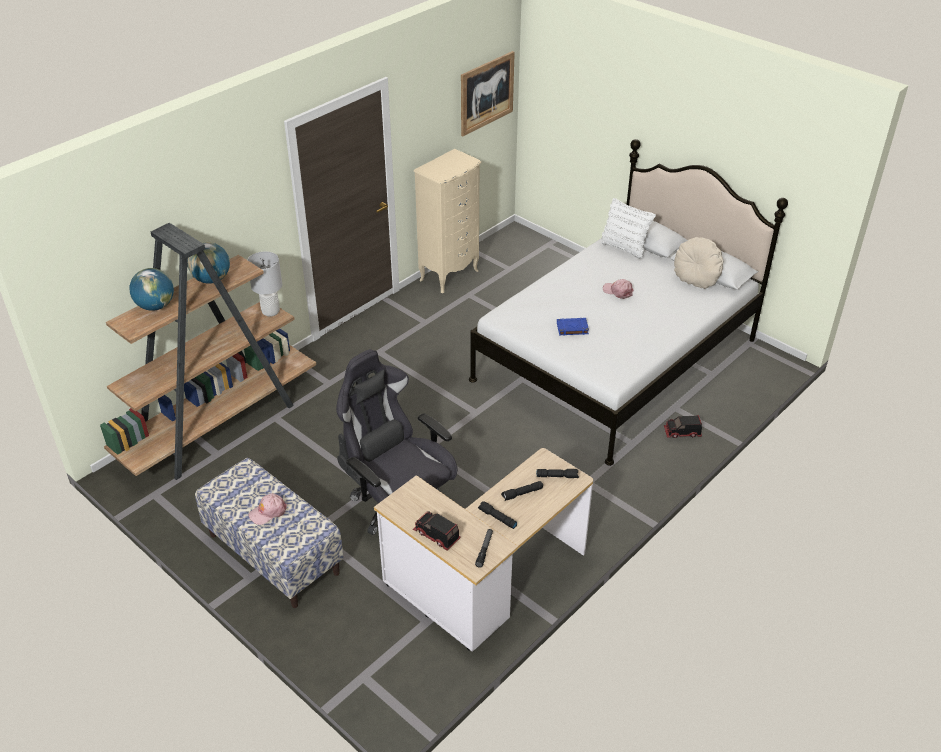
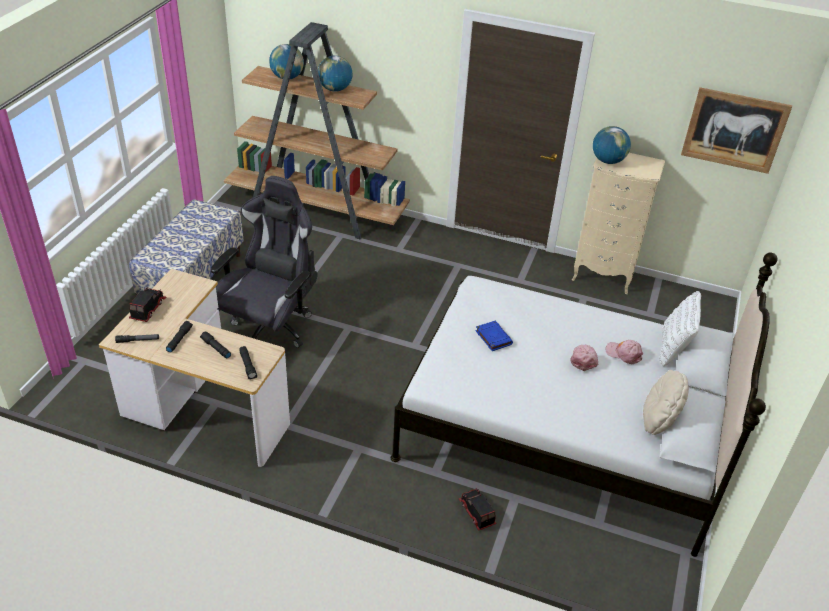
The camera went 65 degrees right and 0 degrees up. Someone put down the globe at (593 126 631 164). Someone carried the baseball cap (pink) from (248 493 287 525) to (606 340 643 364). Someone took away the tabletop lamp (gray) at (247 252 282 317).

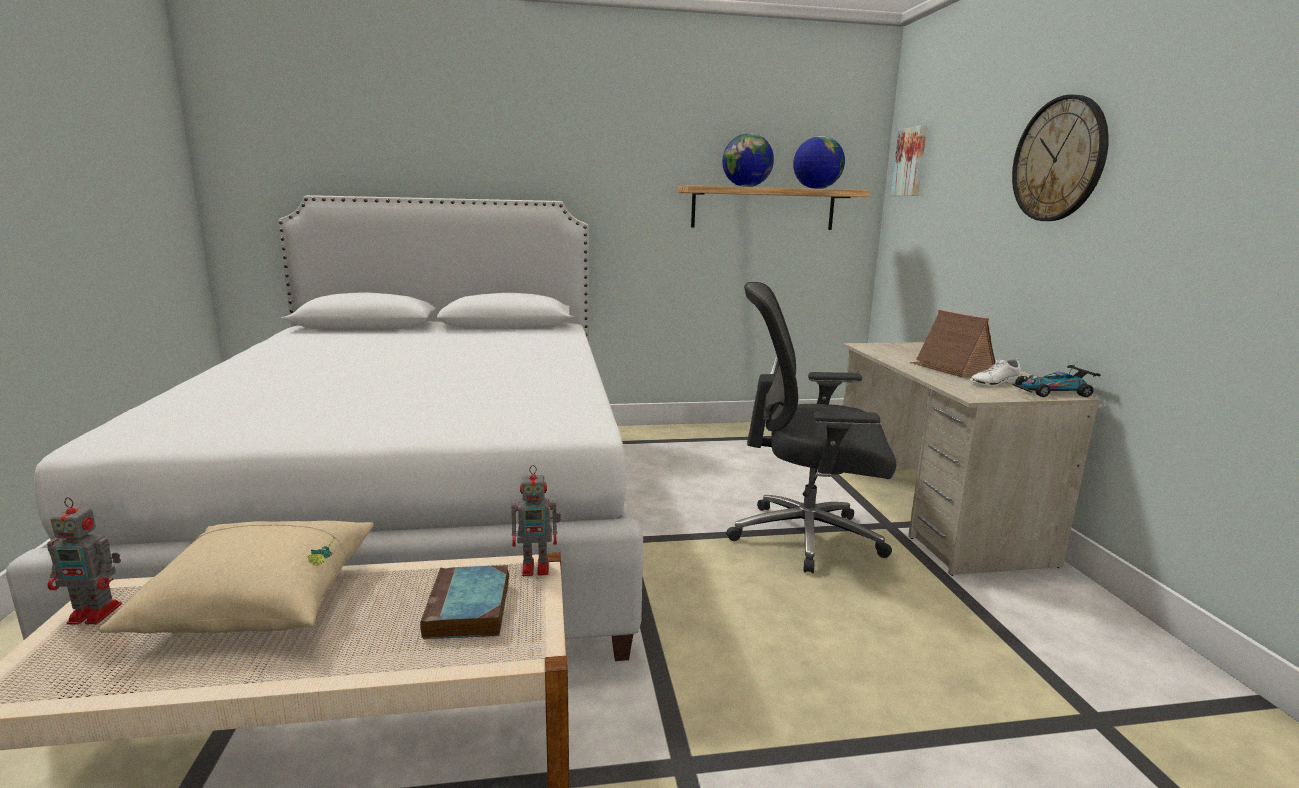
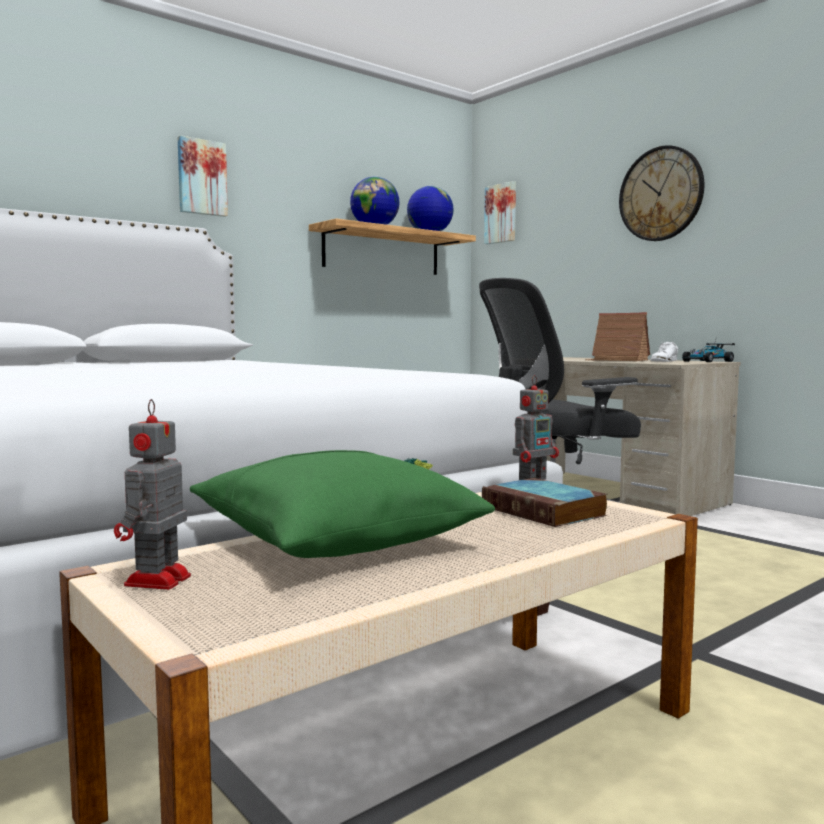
The camera went 30 degrees left and 10 degrees down. Someone rotated the toy robot at (47 497 122 625) by 135 degrees clockwise. Someone put up the wall picture at (178 135 228 217). Someone repainted the cushion (sand-coloured) at (99 521 374 633), which became the cushion (green) at (190 450 495 558).

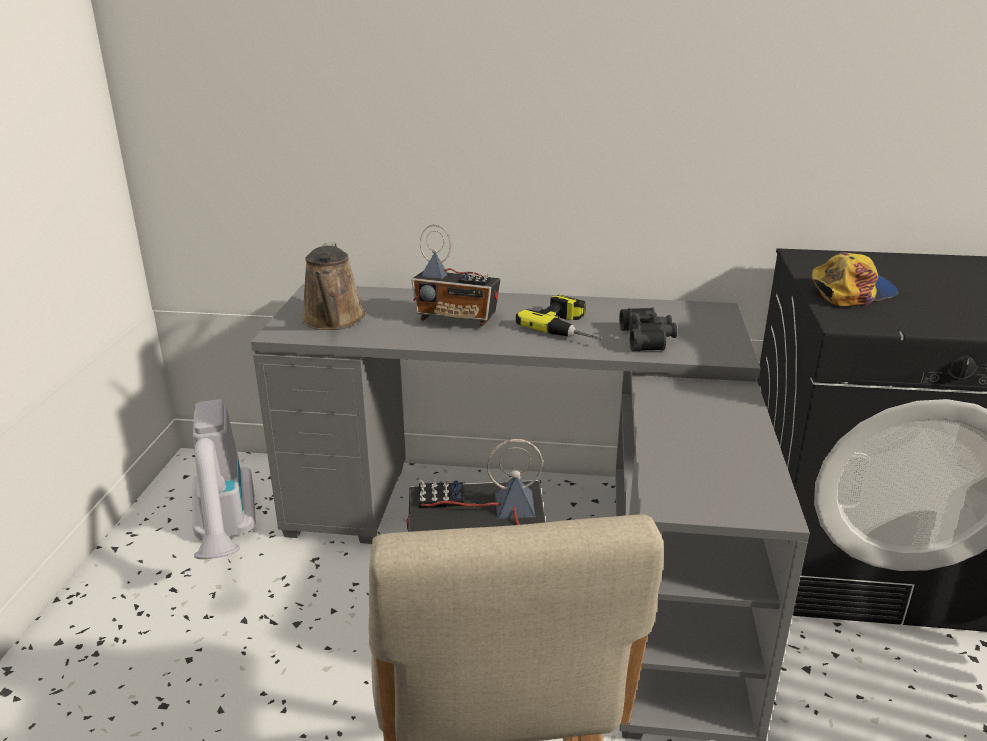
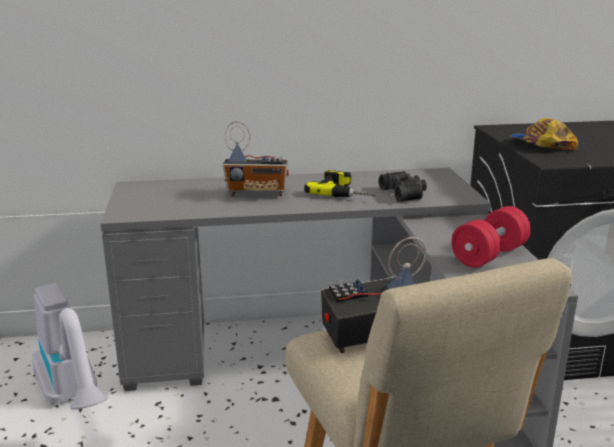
The camera went 15 degrees left and 5 degrees down. Someone put down the hand weight (red) at (451 206 531 268). Someone rotated the baseball cap at (812 252 898 306) by 75 degrees counterclockwise. Someone took away the sprinkling can (brown-coloured) at (301 242 365 330).

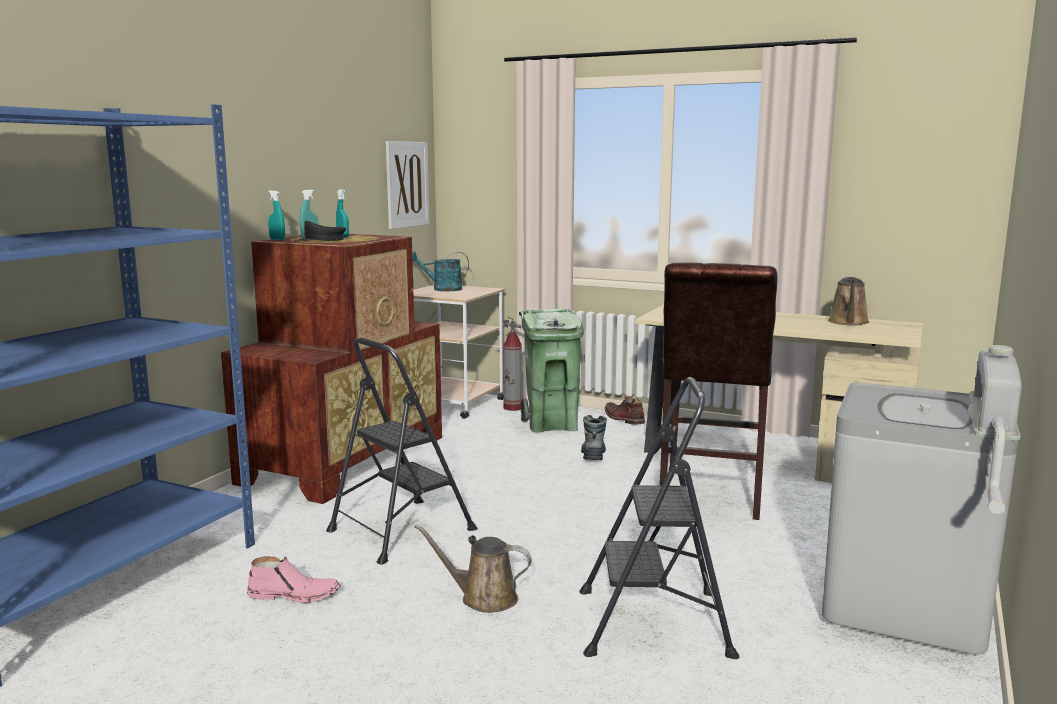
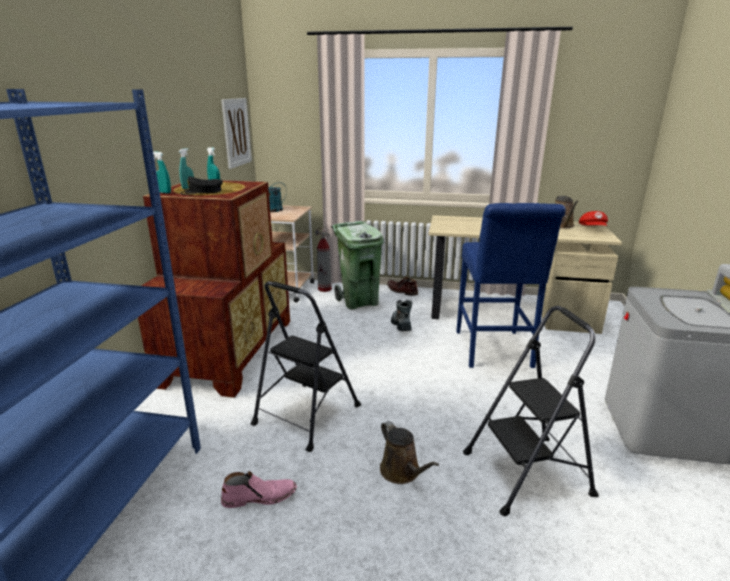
The camera went 15 degrees left and 10 degrees up. Someone rotated the sprinkling can (brown-coloured) at (414 524 532 613) by 120 degrees counterclockwise. Someone repainted the stool (brown-coloured) at (660 262 778 520), which became the stool (blue-coloured) at (456 203 566 368). Someone put down the baseball cap (red) at (579 211 608 226).

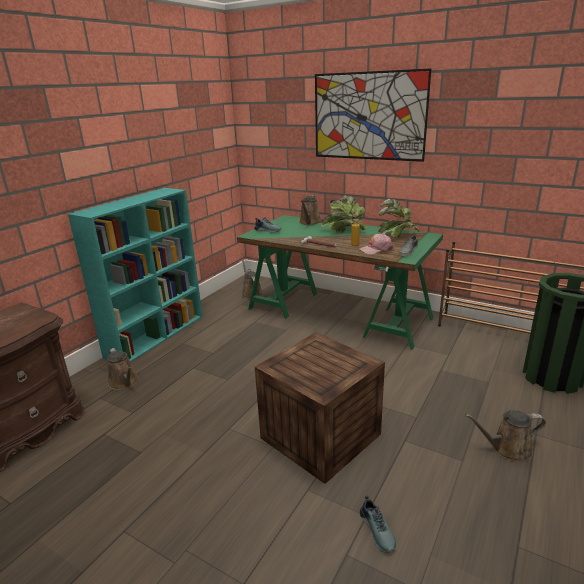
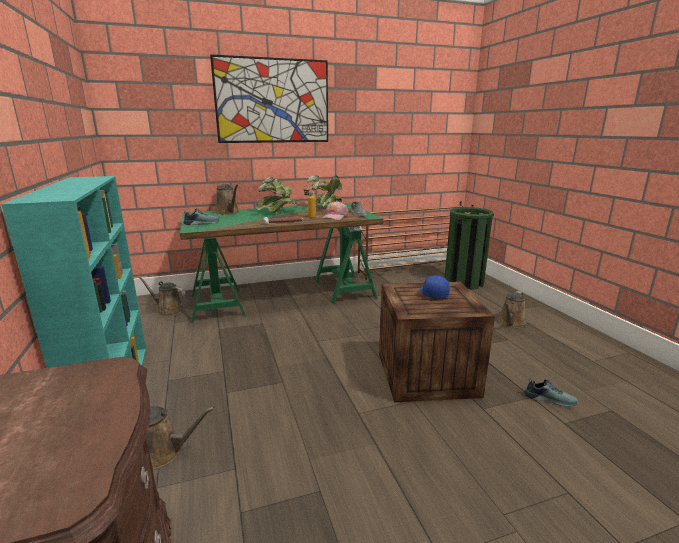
The camera went 50 degrees left and 5 degrees down. Someone put down the baseball cap (blue-coloured) at (420 275 450 298).

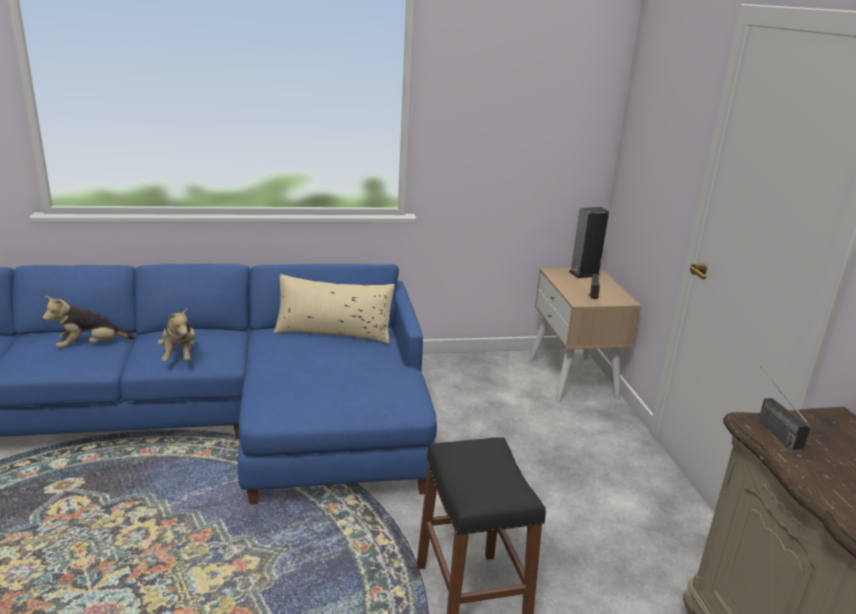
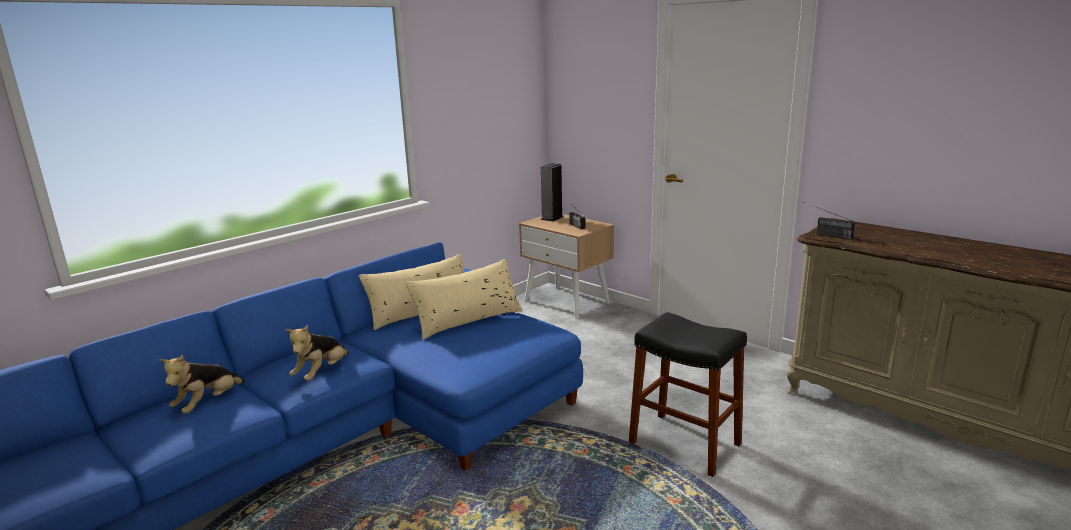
The camera went 35 degrees left and 5 degrees down. Someone rotated the soft toy at (158 307 195 361) by 75 degrees clockwise. Someone put down the cushion (sand-coloured) at (405 259 523 340).

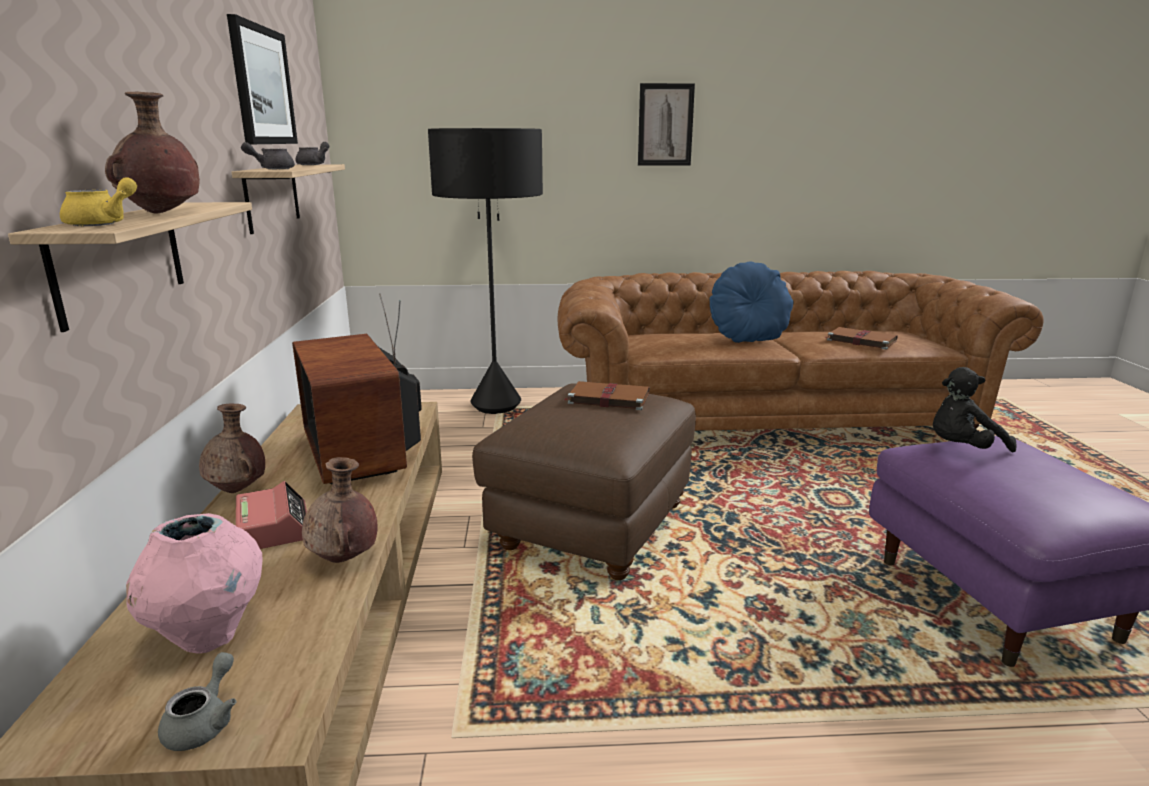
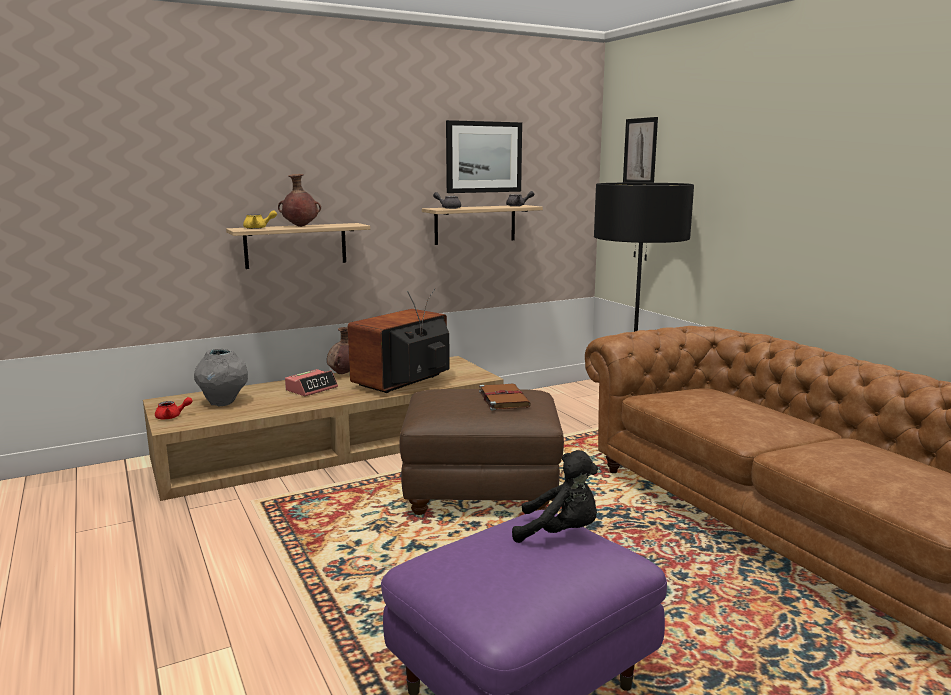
The camera went 65 degrees right and 5 degrees down. Someone repainted the tea pot (gray) at (158 652 236 751), which became the tea pot (red) at (155 397 192 419). Someone repainted the vase (pink) at (126 513 263 653), which became the vase (gray) at (194 349 248 406). Someone rotated the soft toy (black) at (933 367 1017 452) by 150 degrees clockwise. Someone carried the wall picture from (638 83 695 166) to (623 117 658 183). Someone took away the vase (brown-coloured) at (302 457 378 563). Someone took away the cushion (blue-coloured) at (710 262 794 343). Someone took away the book (brown-coloured) at (826 327 898 350).

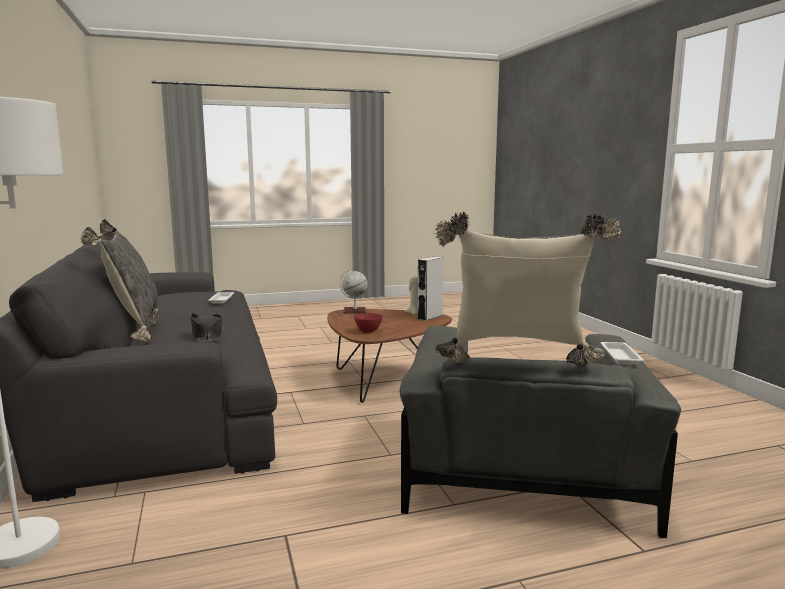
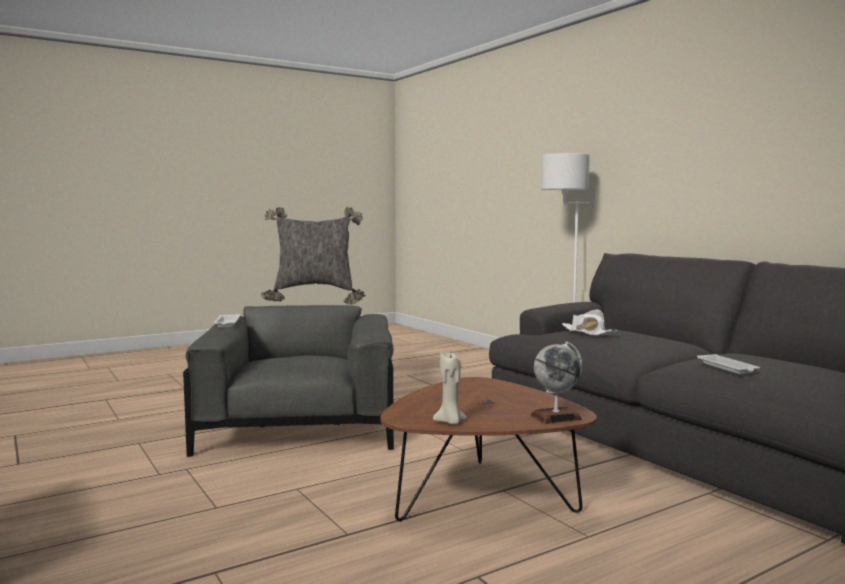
The camera went 165 degrees right and 5 degrees down. Someone repainted the clothing hat (black) at (190 313 223 343), which became the clothing hat (white-coloured) at (562 309 618 336). Someone took away the cushion at (80 219 159 344). Someone took away the deep dish (red) at (354 313 383 333). Someone took away the audio speaker (gray) at (417 256 444 321).

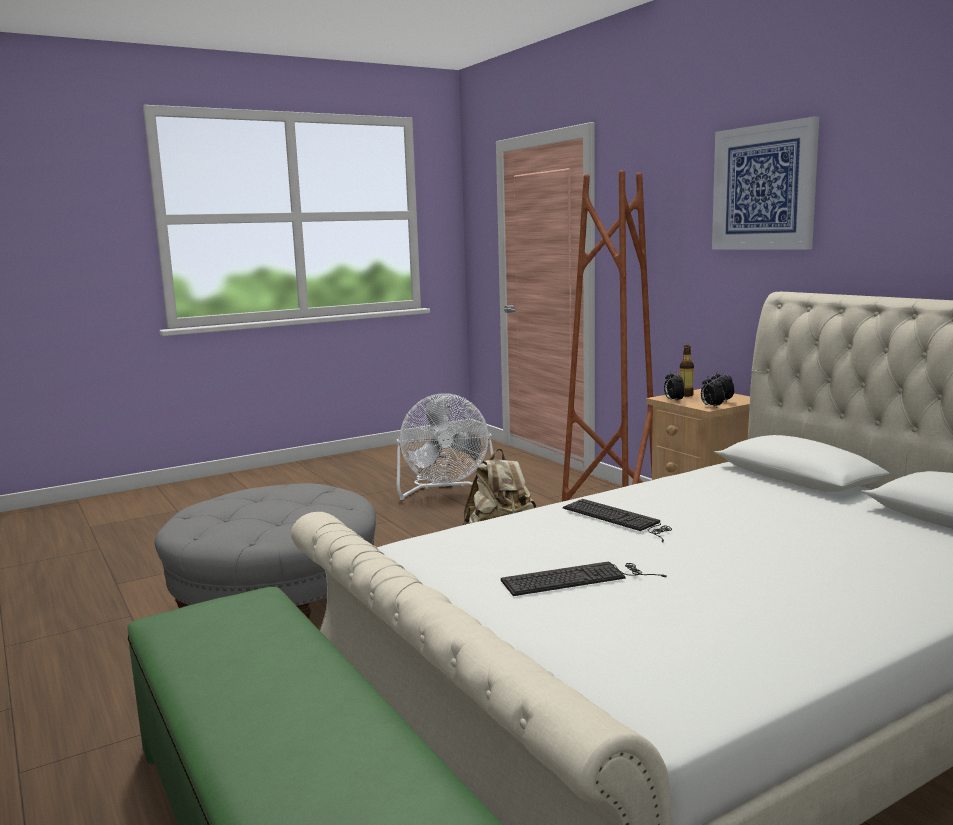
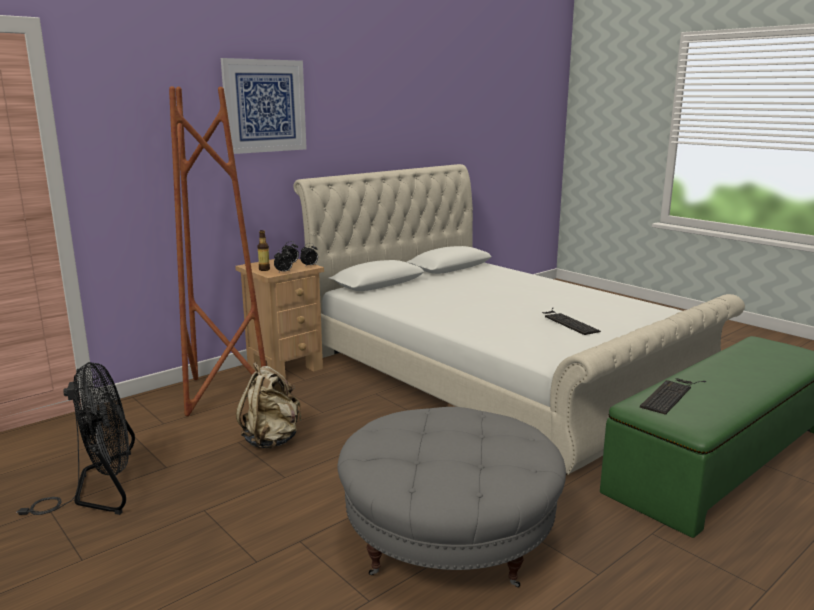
The camera went 100 degrees left and 5 degrees up. Someone repainted the electric fan (white-coloured) at (397 393 494 500), which became the electric fan (black) at (16 362 135 515). Someone carried the computer keyboard from (563 499 672 542) to (640 378 706 415).

